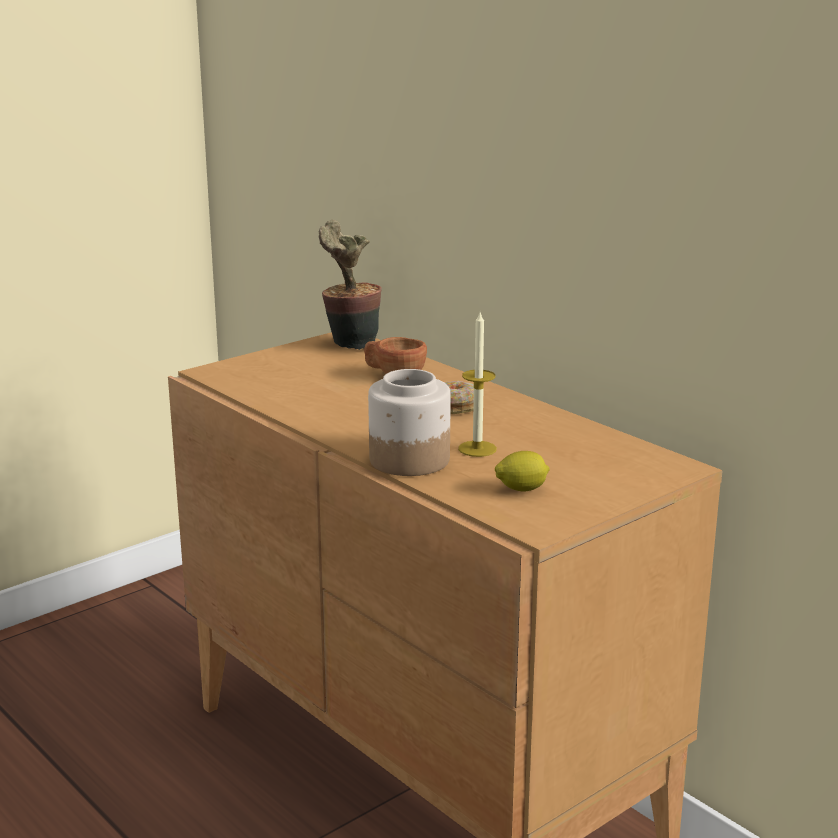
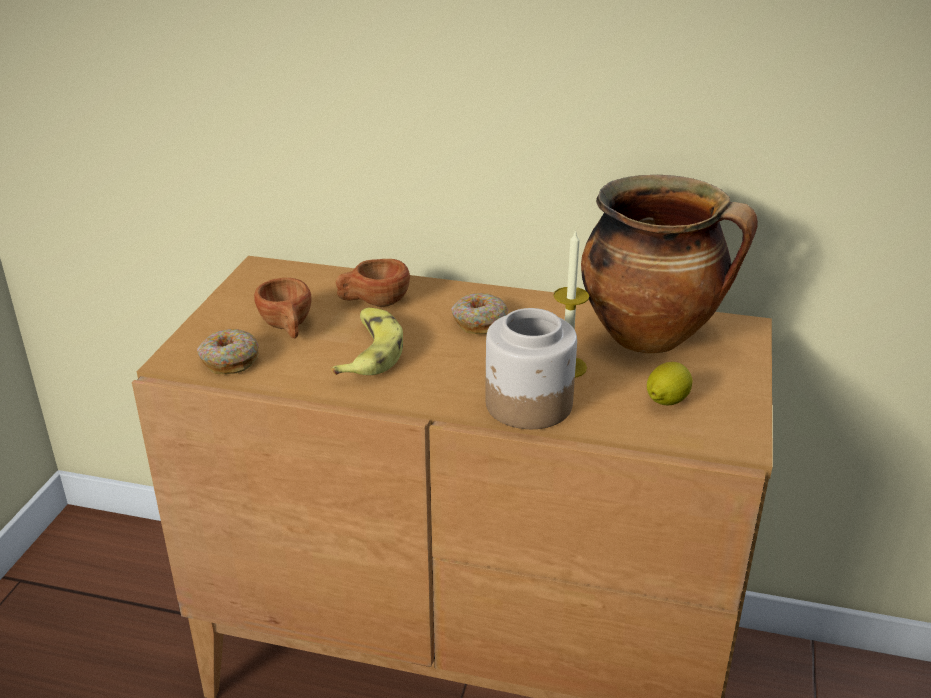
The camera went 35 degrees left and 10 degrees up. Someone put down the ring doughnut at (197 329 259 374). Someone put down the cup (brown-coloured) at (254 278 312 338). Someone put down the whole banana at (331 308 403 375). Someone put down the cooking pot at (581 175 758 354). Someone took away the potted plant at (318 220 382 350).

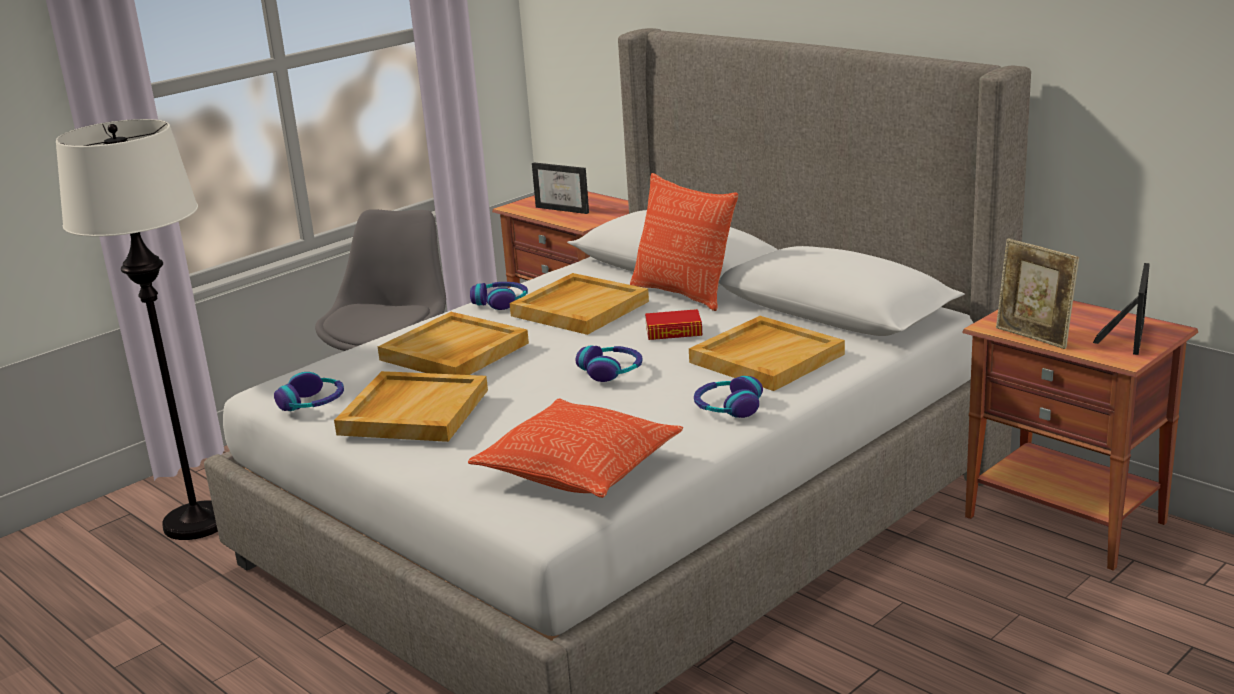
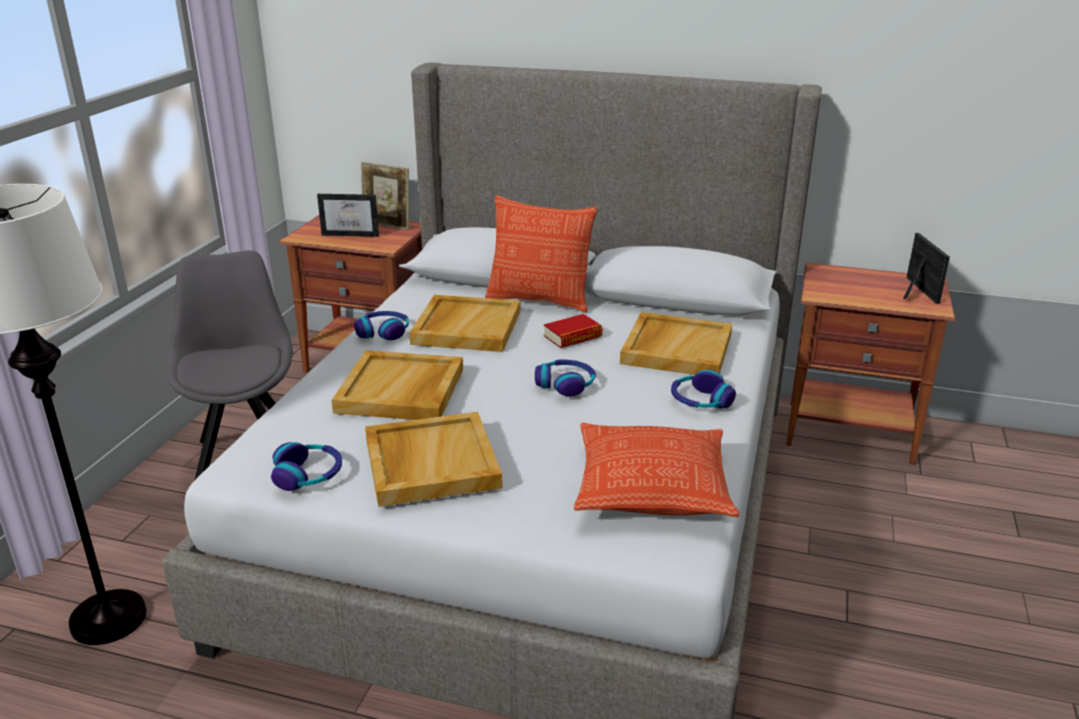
The camera went 30 degrees left and 5 degrees up. Someone carried the picture frame from (996 238 1079 349) to (361 162 409 230).

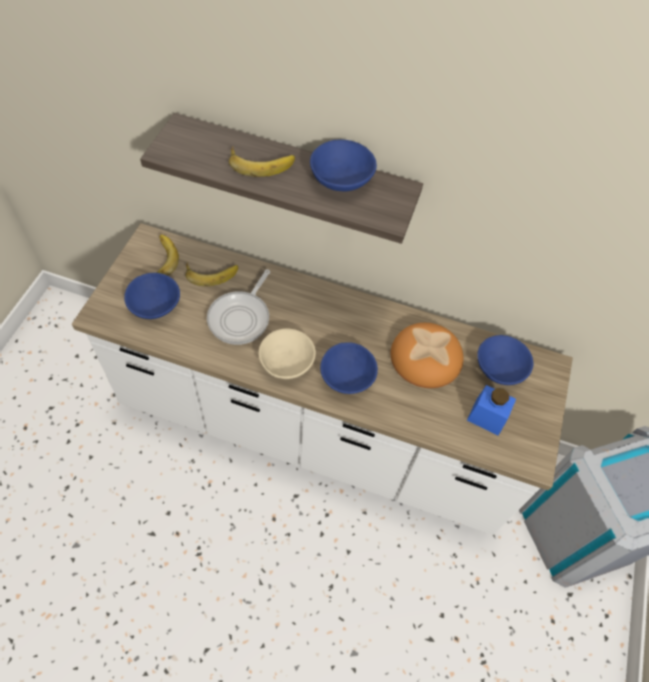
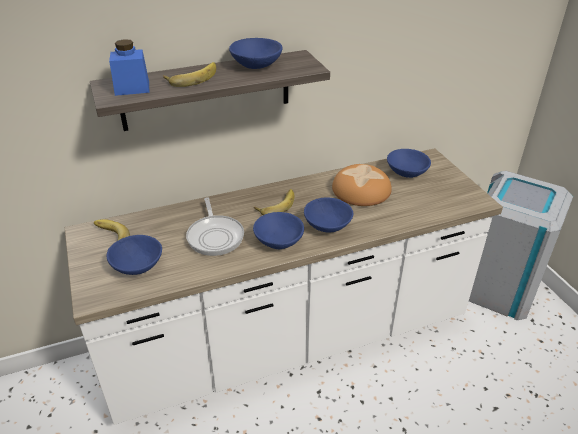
The camera went 35 degrees left and 20 degrees down. Someone carried the preserve jar (blue-coloured) from (467 385 516 436) to (109 39 149 96). Someone repainted the deep dish (sand-coloured) at (258 328 316 379), which became the deep dish (blue-coloured) at (253 212 304 249). Someone carried the whole banana from (186 262 238 286) to (254 189 295 215).

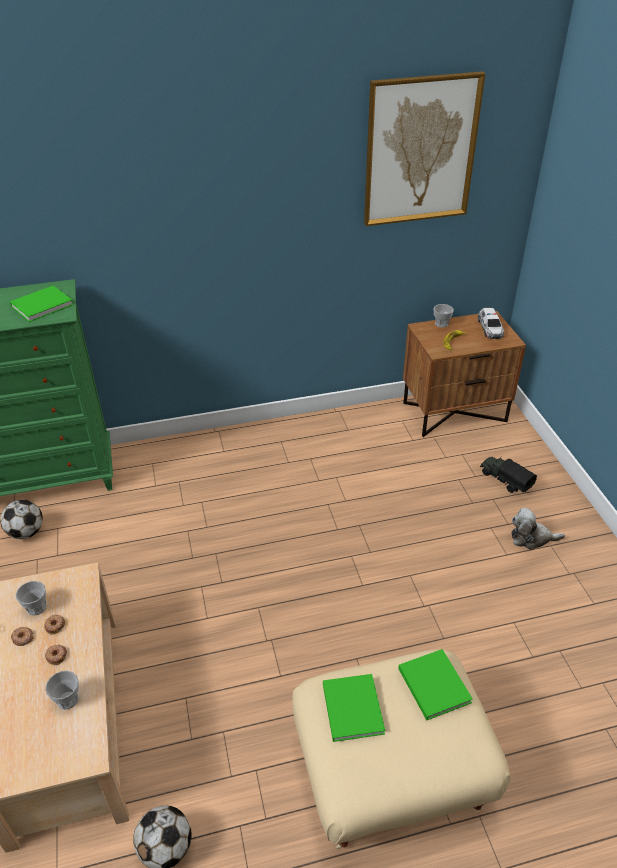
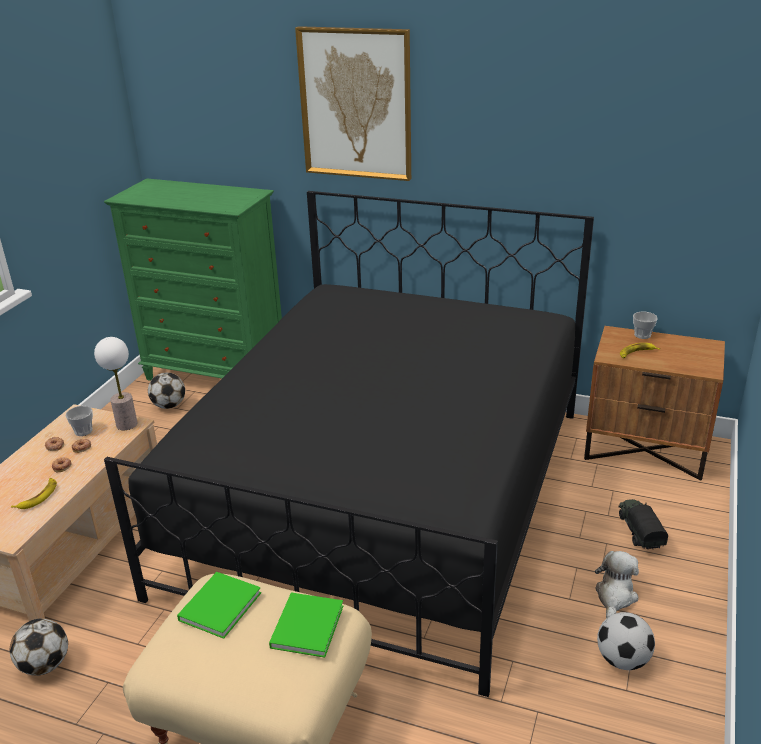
The camera went 35 degrees right and 10 degrees down. Someone swapped the cup at (45 671 79 710) for the whole banana at (11 478 57 509). Someone put down the tabletop lamp at (94 337 138 430). Someone put down the bed (black) at (104 191 594 697). Someone carried the wall picture from (364 71 485 226) to (295 26 411 181). Someone rotated the soft toy at (511 508 565 550) by 75 degrees clockwise. Someone put down the football ball at (597 612 655 670). Someone took away the book (green) at (10 285 73 322). Someone took away the miniature car at (478 308 504 339).

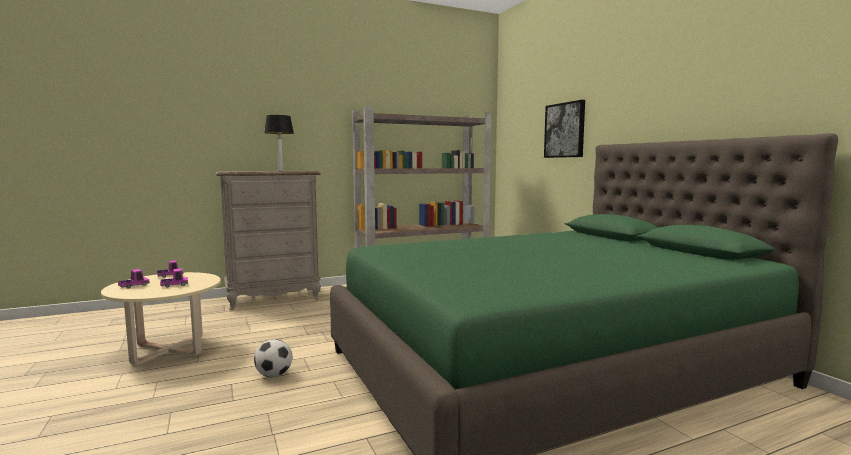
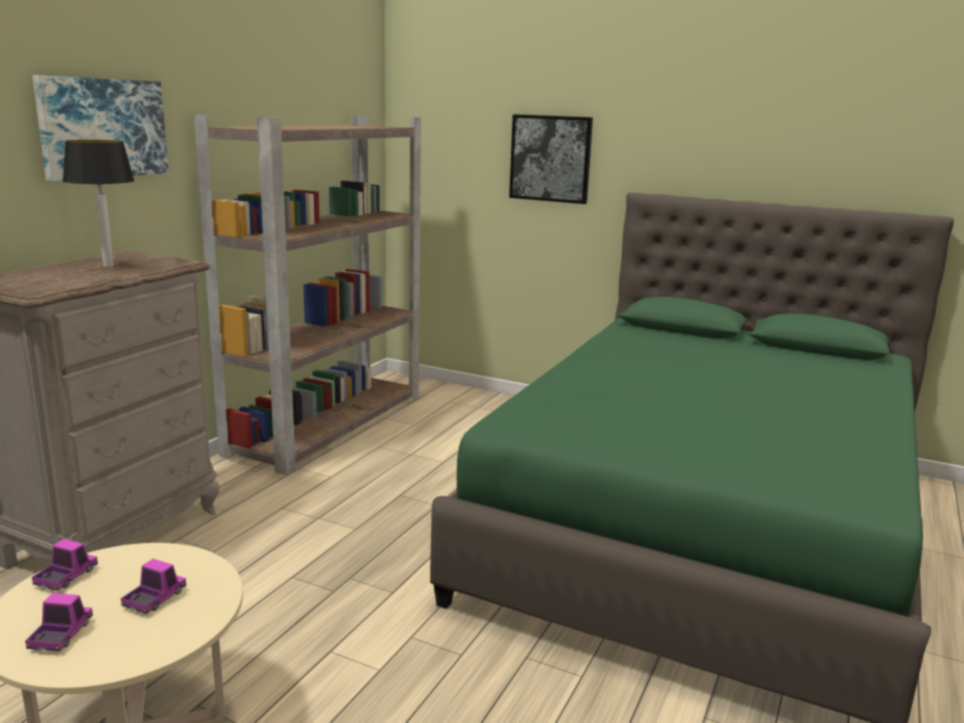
The camera went 40 degrees left and 10 degrees up. Someone put up the wall picture at (33 75 168 182). Someone took away the football ball at (254 339 292 377).

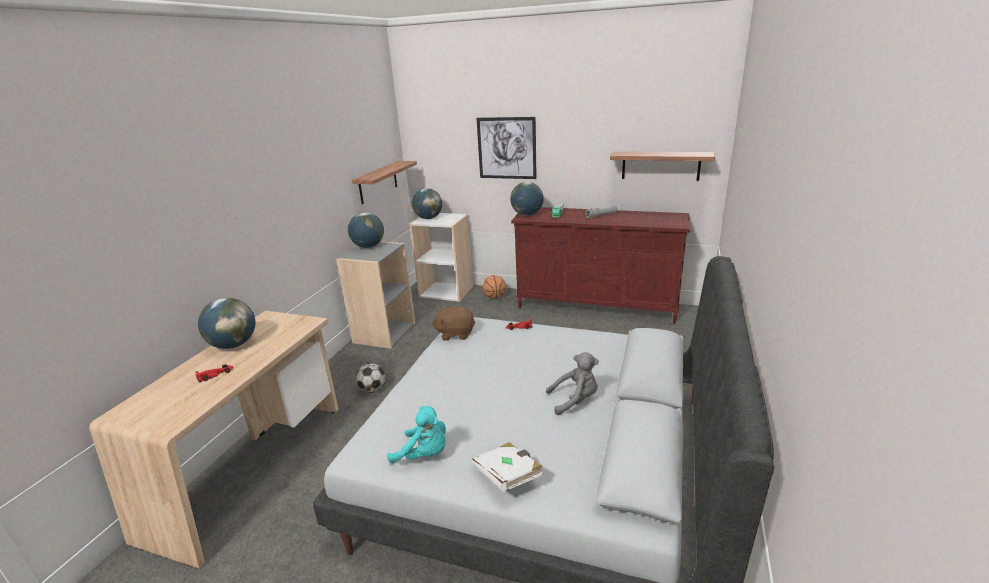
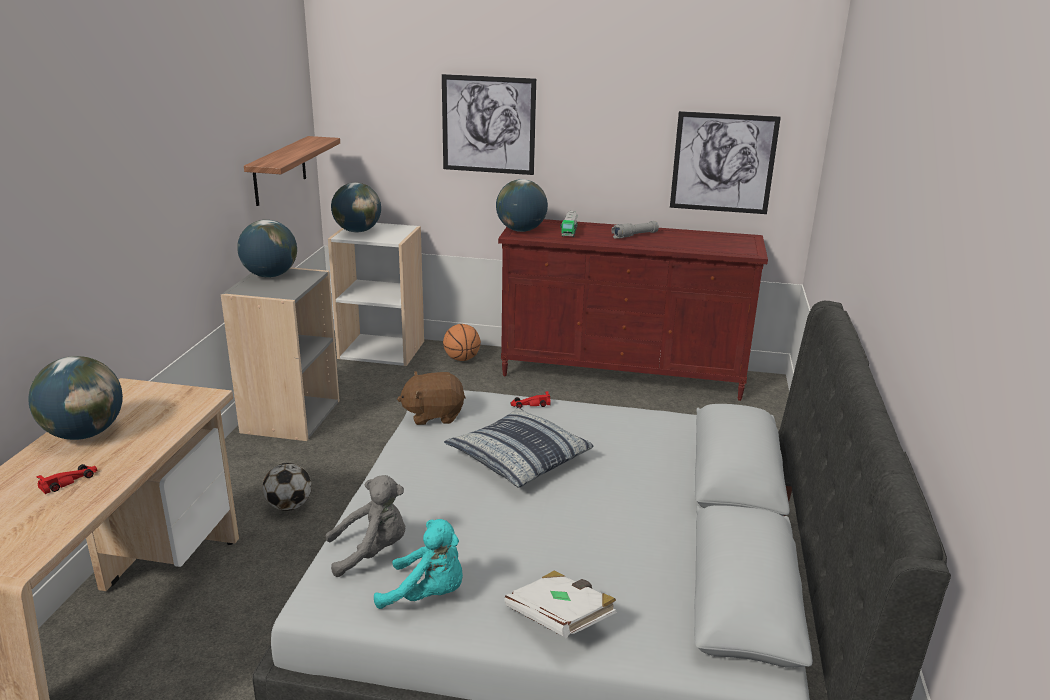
The camera went 10 degrees left and 0 degrees up. Someone carried the soft toy (gray) from (546 352 599 415) to (326 475 406 577). Someone put down the cushion at (444 407 594 487). Someone swapped the shelf at (610 151 715 181) for the wall picture at (670 111 781 214).

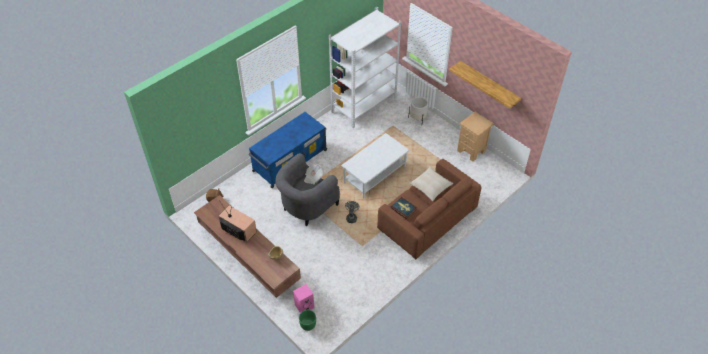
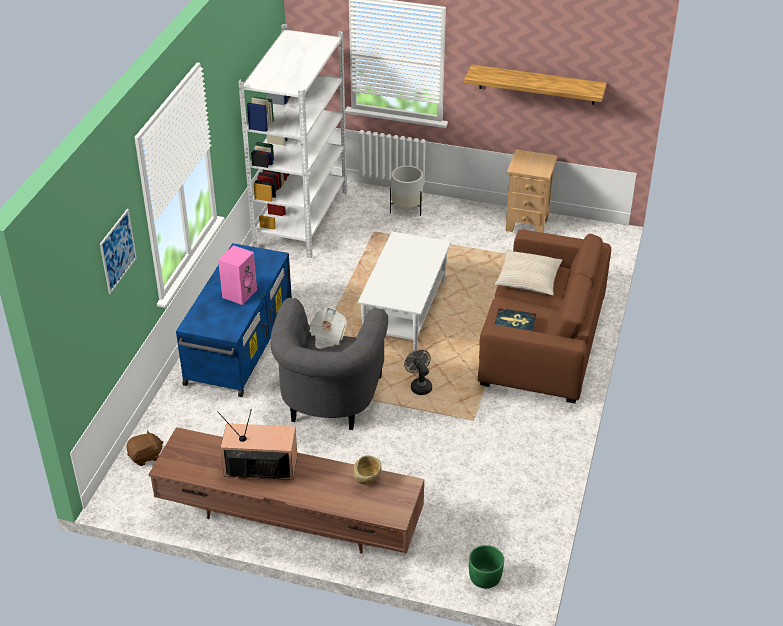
The camera went 30 degrees left and 10 degrees down. Someone put up the wall picture at (100 209 137 294). Someone carried the audio speaker (pink) from (293 284 314 313) to (218 245 257 305).

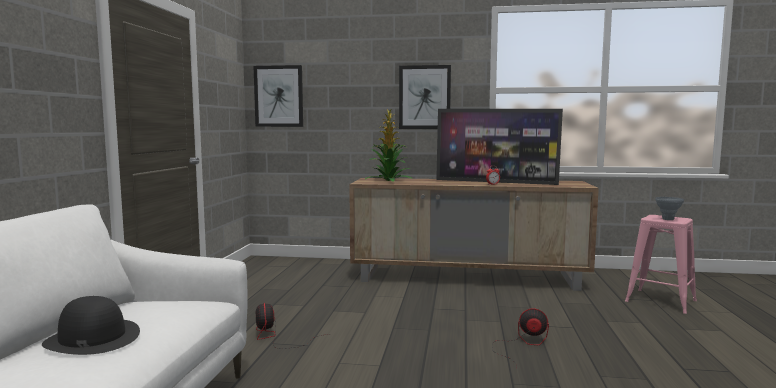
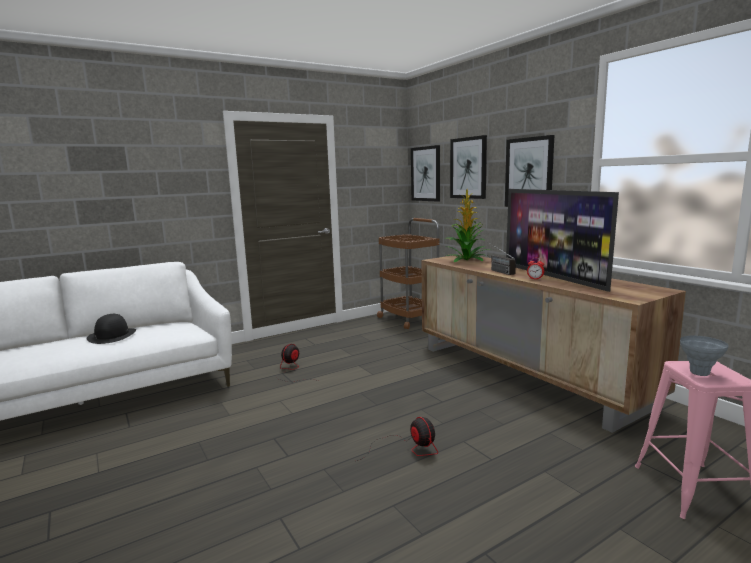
The camera went 50 degrees right and 5 degrees up. Someone put down the wheeled cart (brown-coloured) at (377 218 440 329). Someone put up the wall picture at (450 135 487 199). Someone put down the radio set at (488 242 516 275).

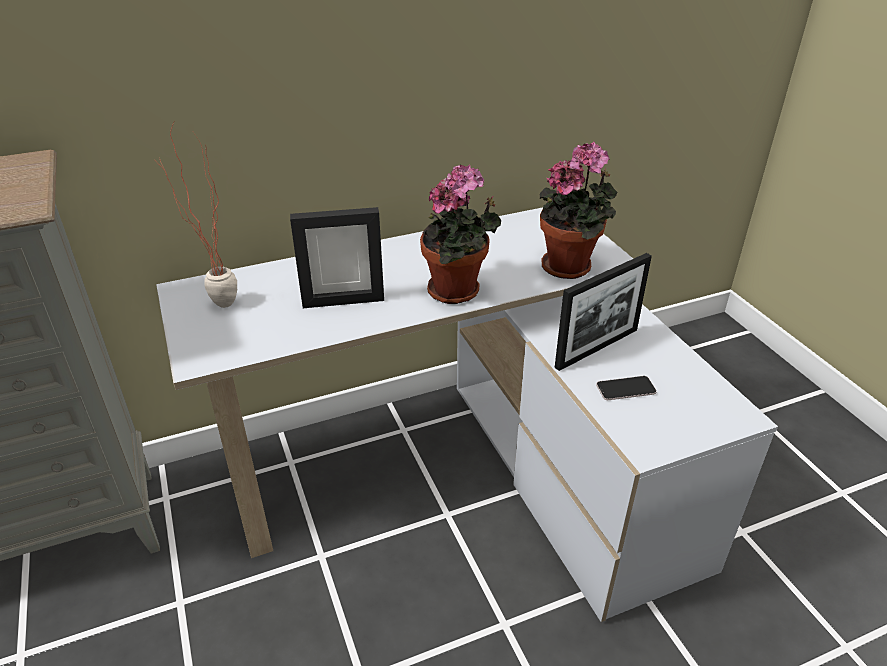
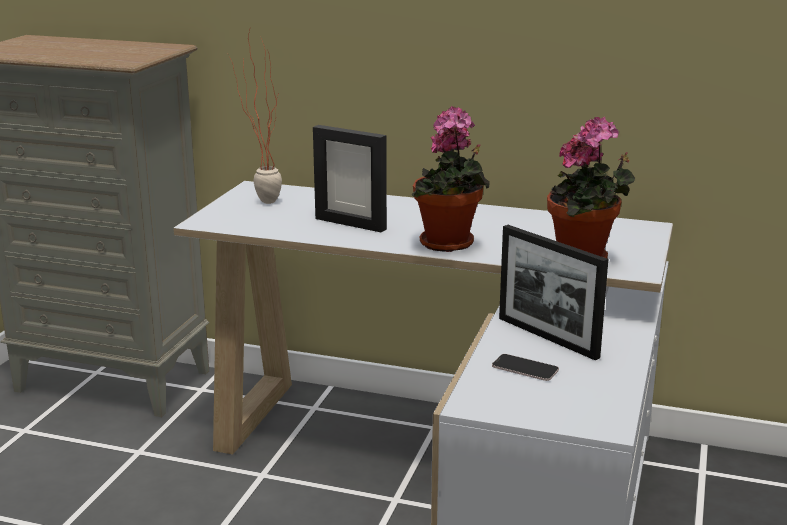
The camera went 40 degrees right and 15 degrees down. Someone rotated the picture frame at (555 253 652 371) by 45 degrees clockwise.

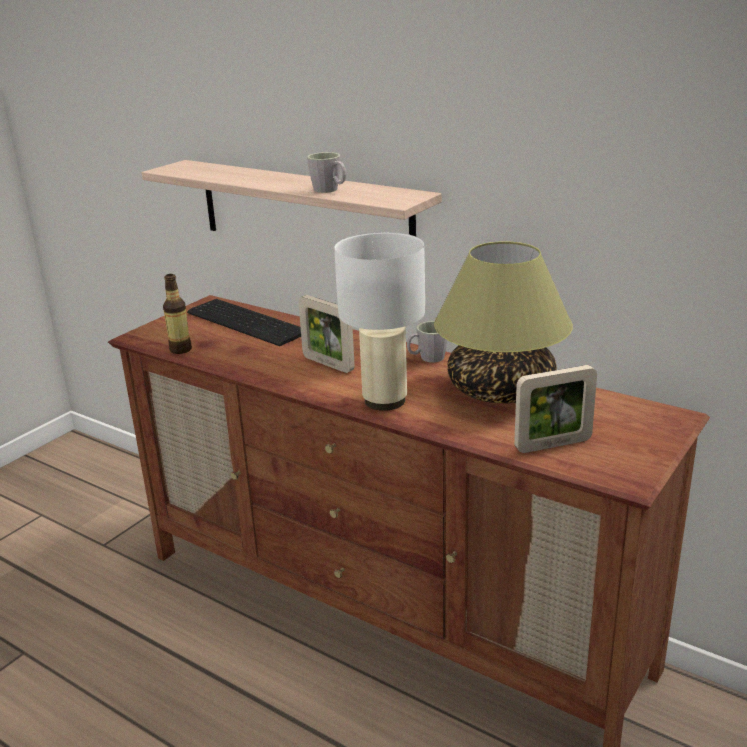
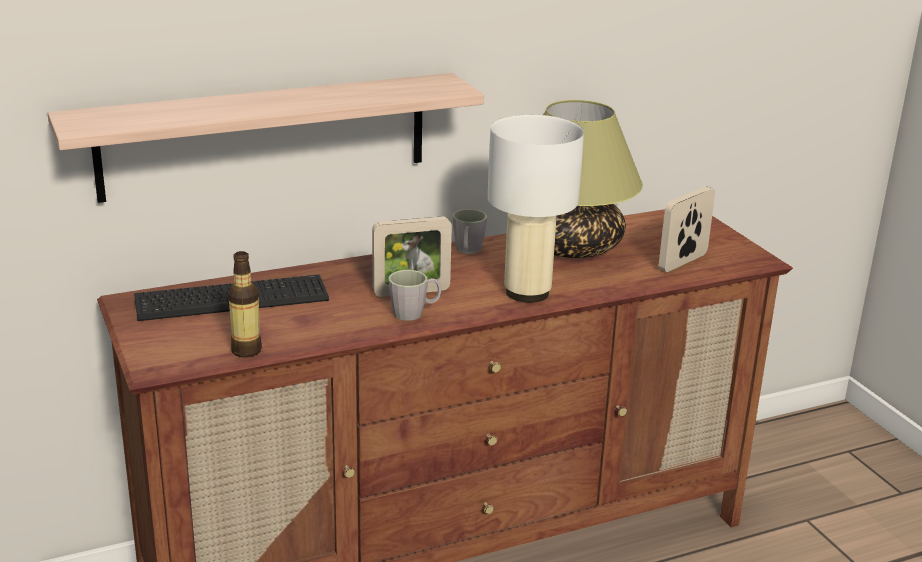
The camera went 60 degrees left and 0 degrees up. Someone carried the mug (gray) from (307 152 346 193) to (389 270 441 321). Someone rotated the picture frame at (514 365 597 453) by 150 degrees counterclockwise.

